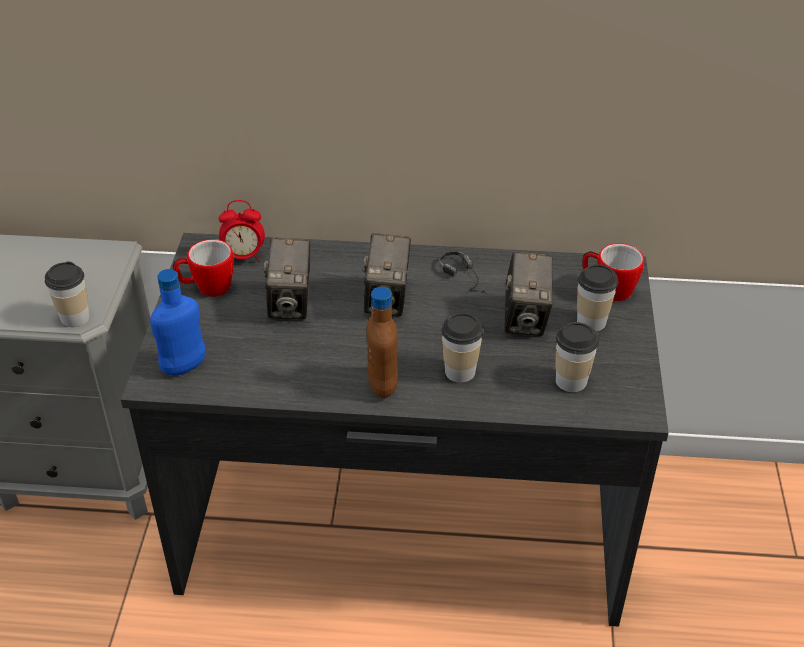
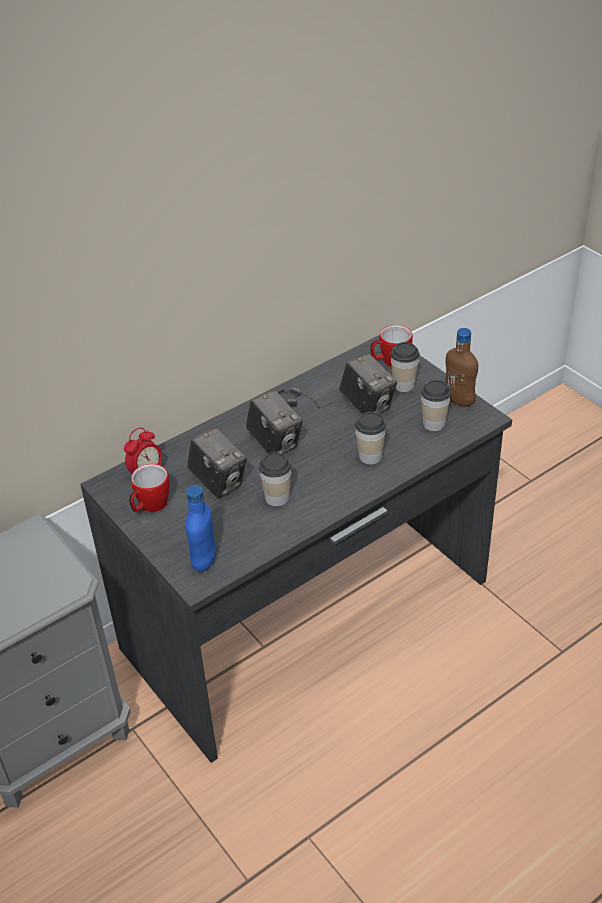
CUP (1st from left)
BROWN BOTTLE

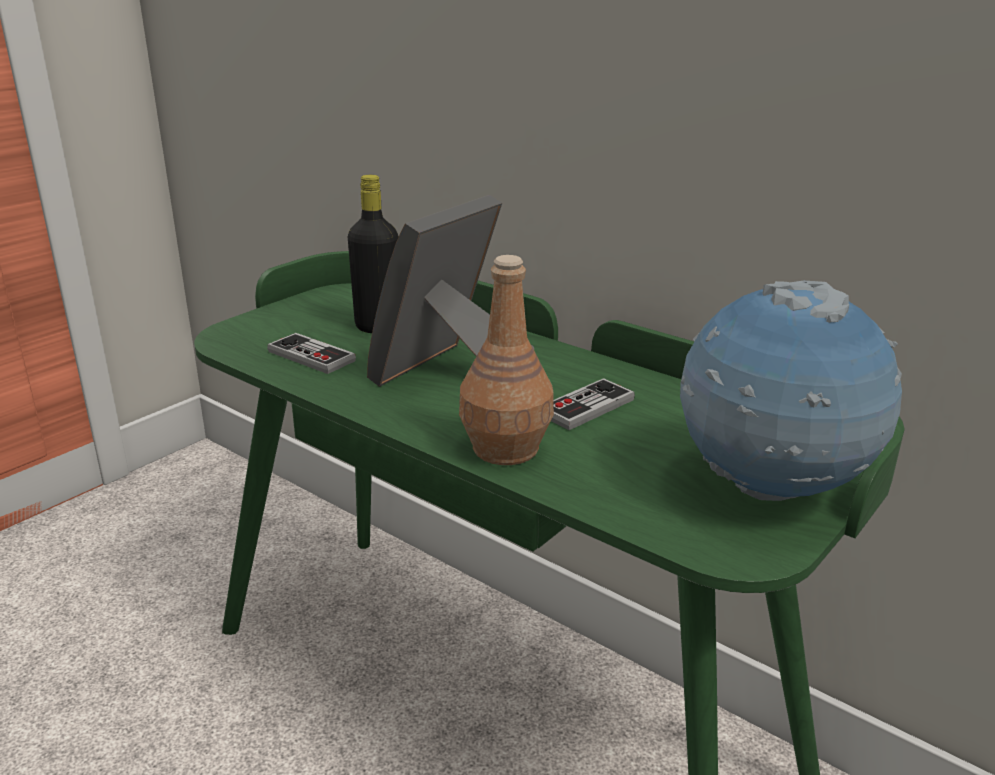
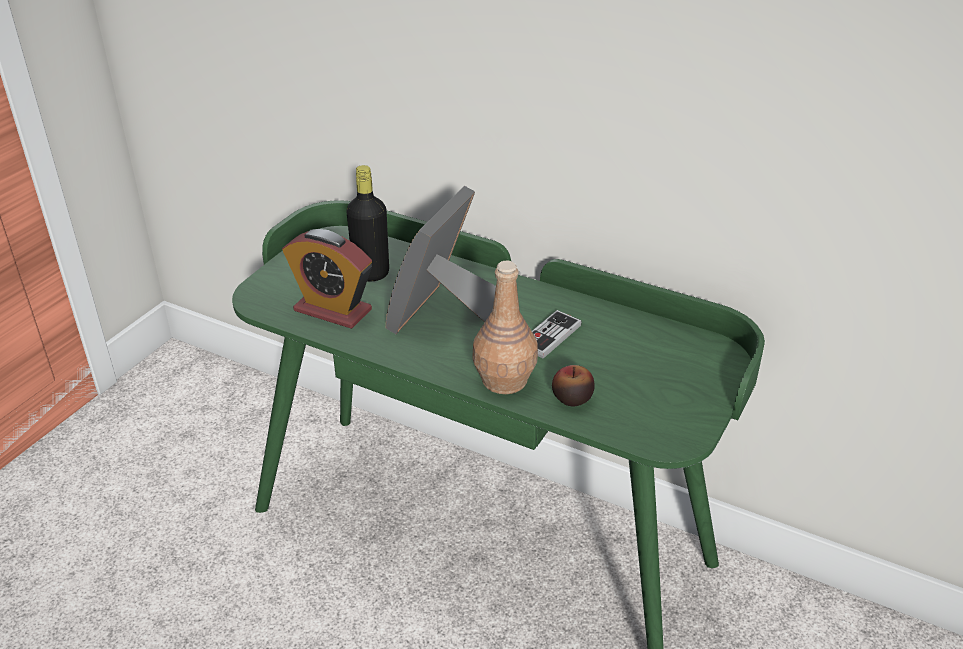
ALARM CLOCK
GLOBE
APPLE

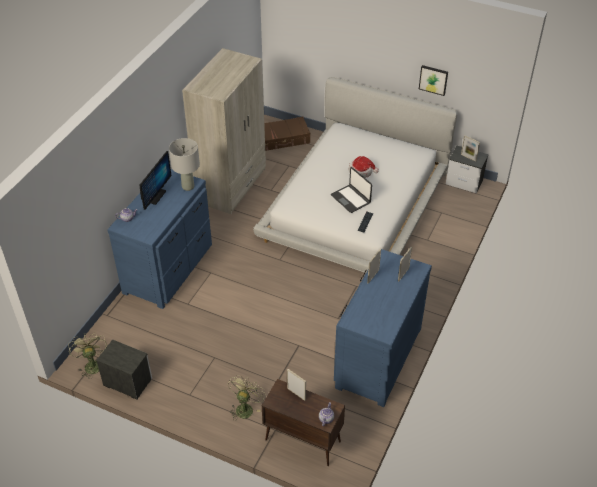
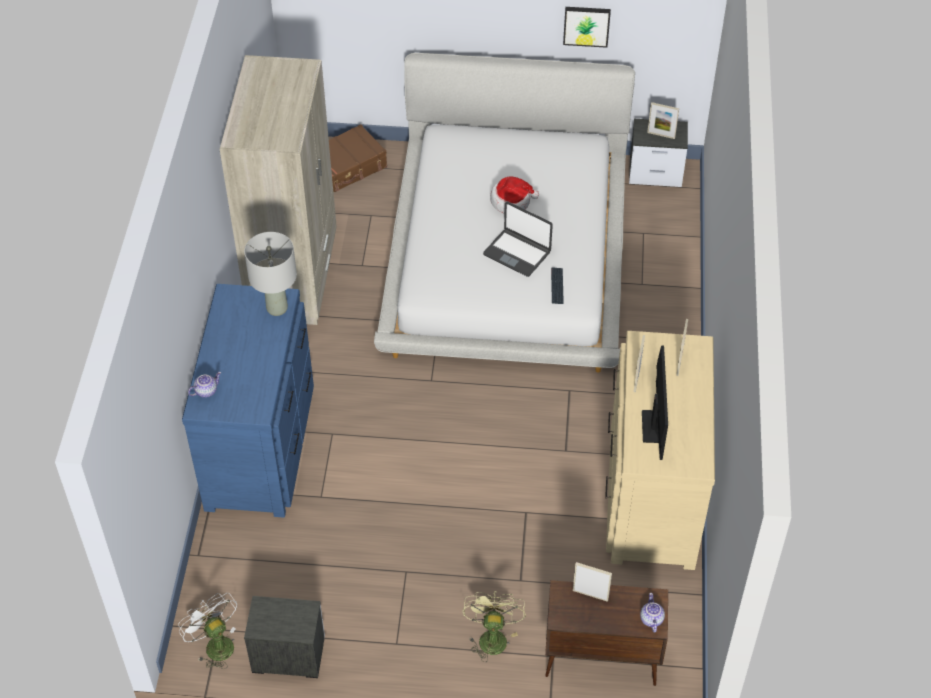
WHITE FAN
MONITOR
BEIGE DRESSER

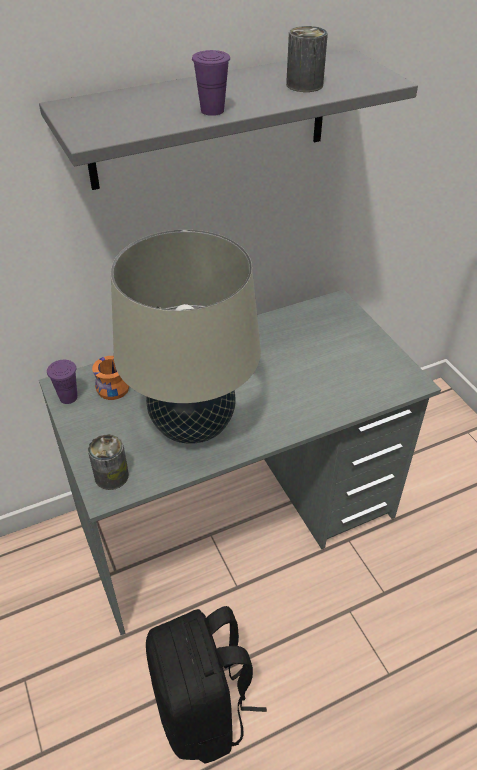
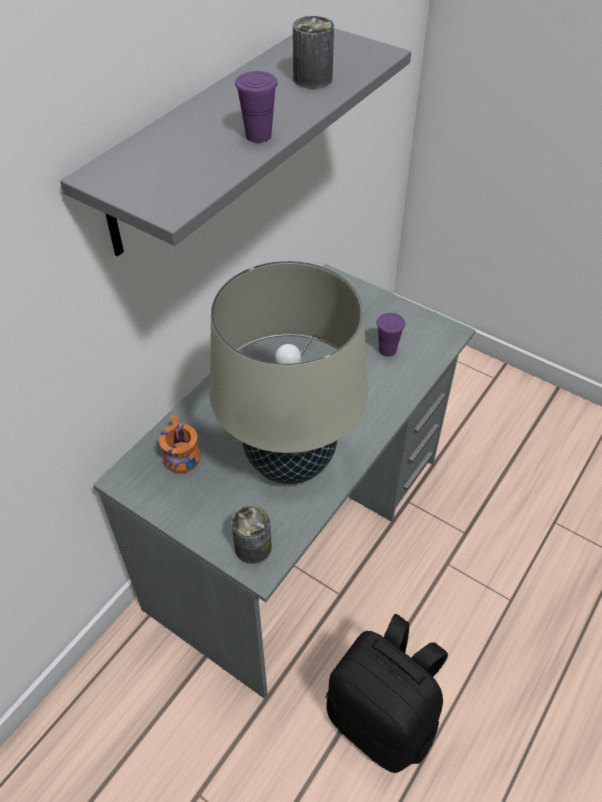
PURPLE CUP (2nd from left)

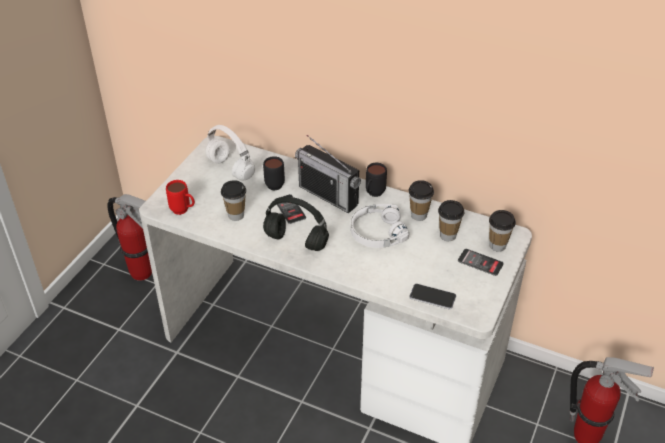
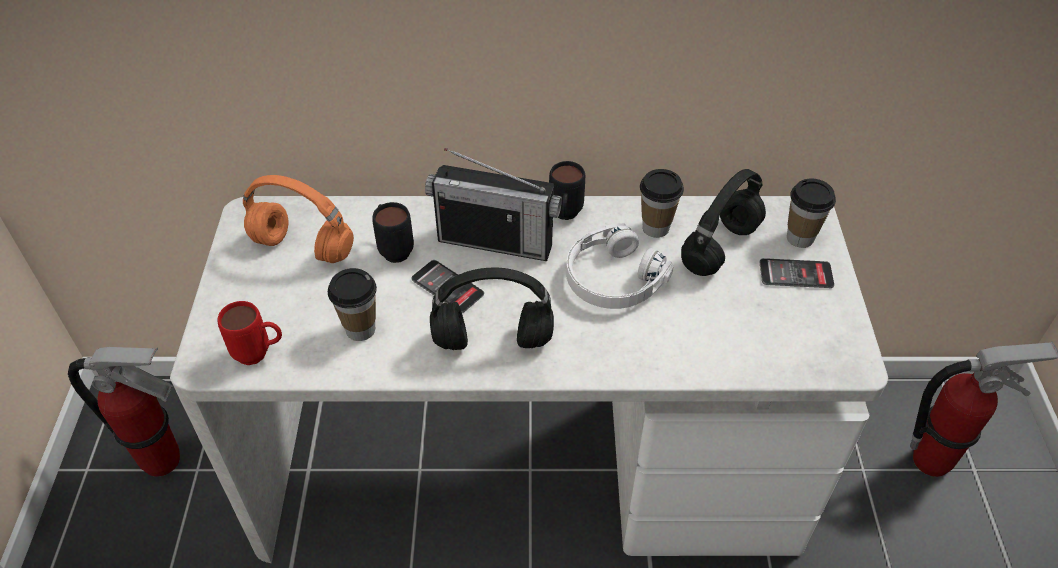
ORANGE HEADPHONES
PHONE (2nd from left in the first image)
BLACK HEADPHONES (2nd from left)

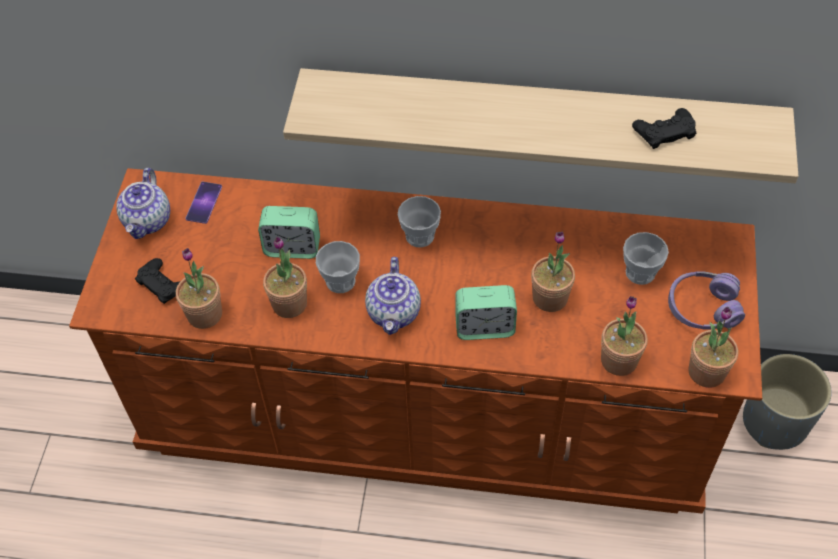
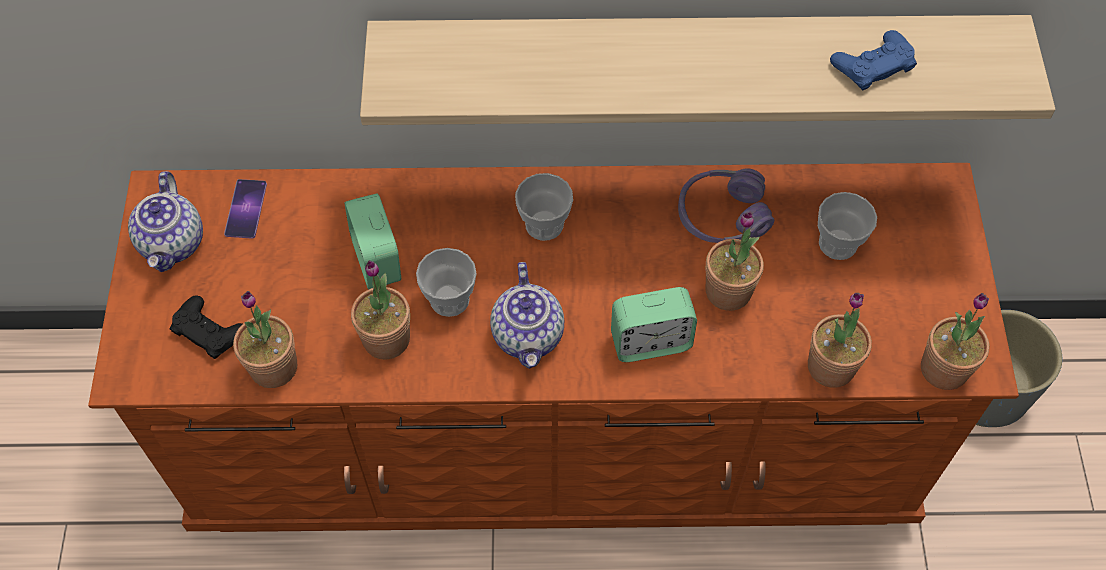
ALARM CLOCK (1st from left)
BLUE GAME CONTROLLER
PURPLE HEADPHONES

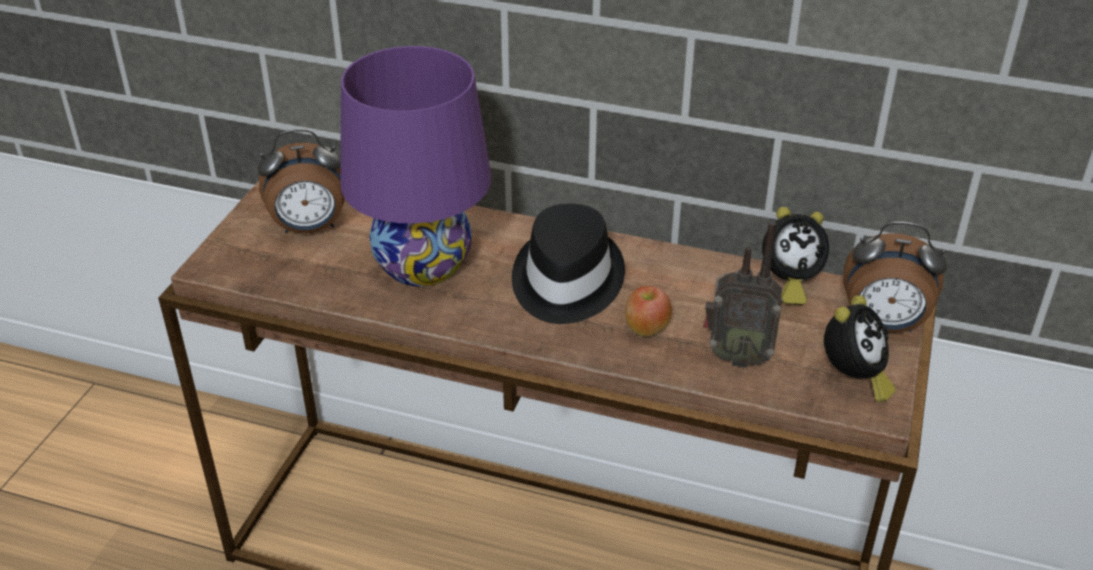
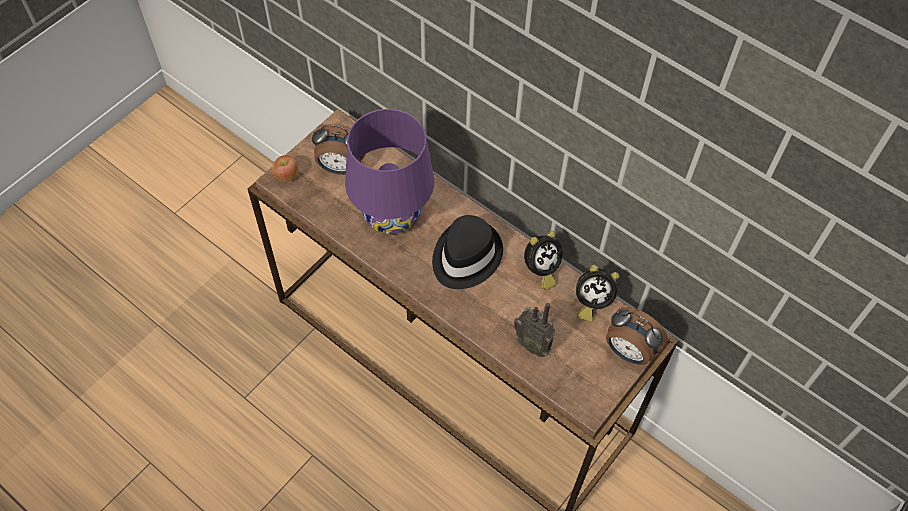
APPLE
ALARM CLOCK (2nd from left)

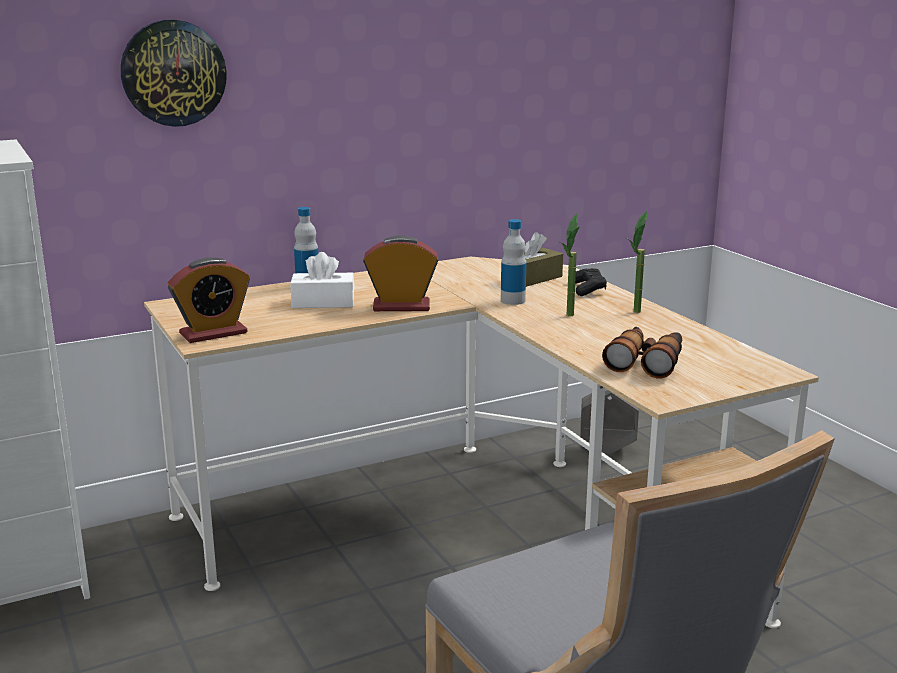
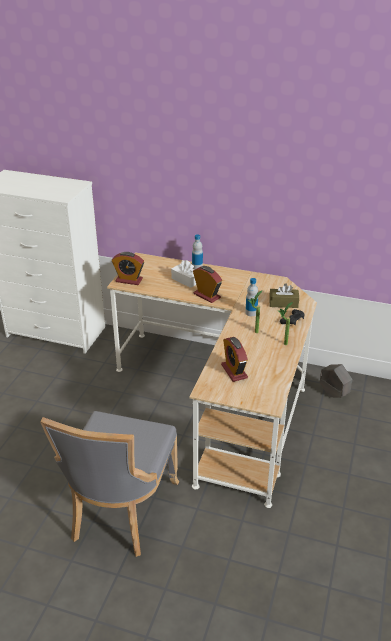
WALL CLOCK
ALARM CLOCK (3rd from left)

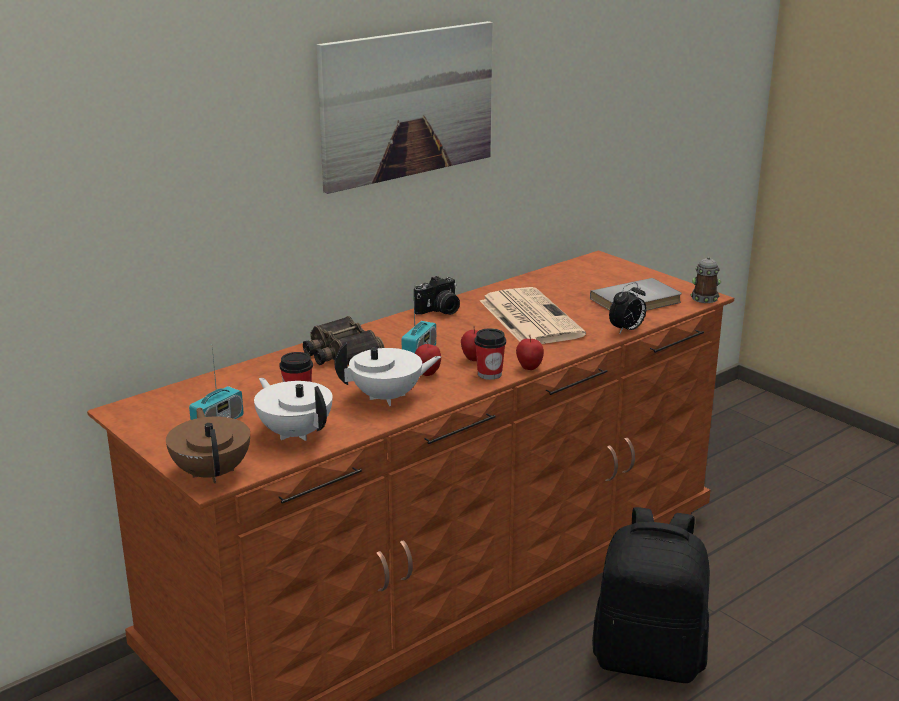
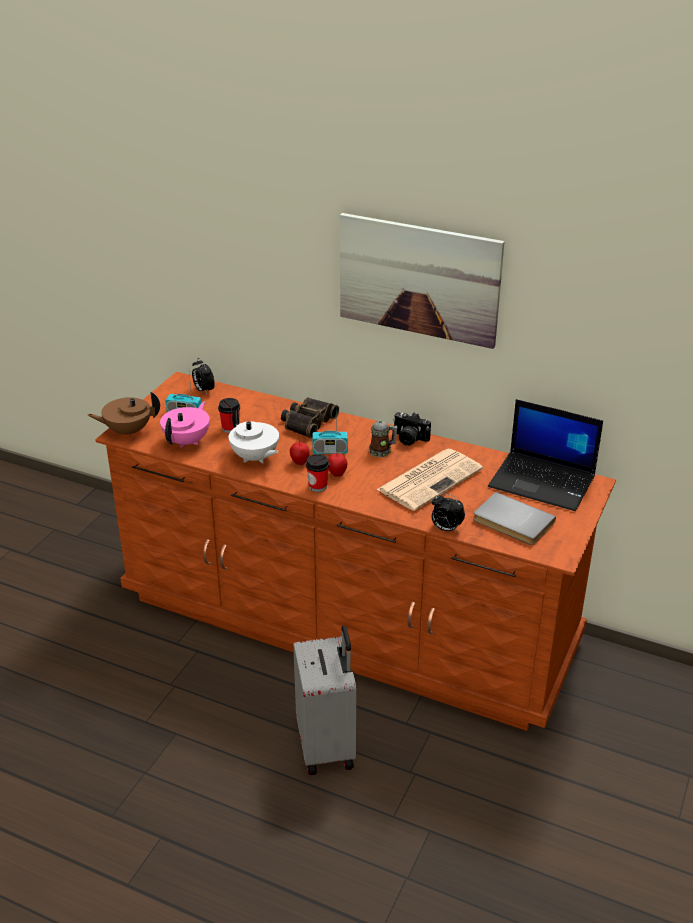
BROWN TEAPOT
PINK TEAPOT
APPLE (3rd from left in the first image)
GREY SUITCASE
MUG
ALARM CLOCK (1st from left)
LAPTOP

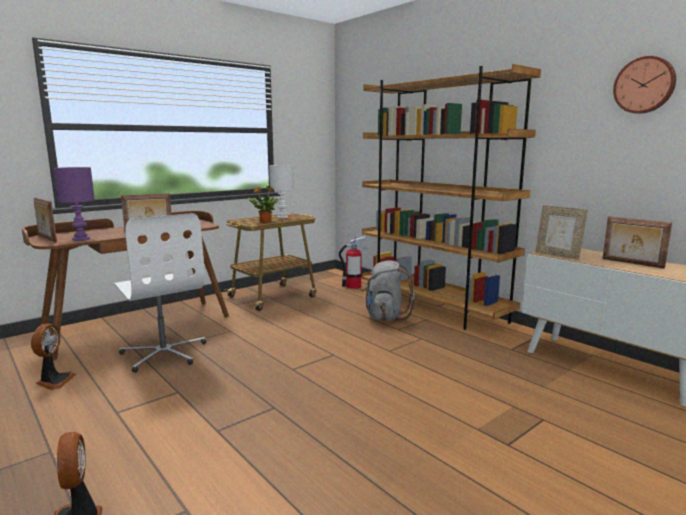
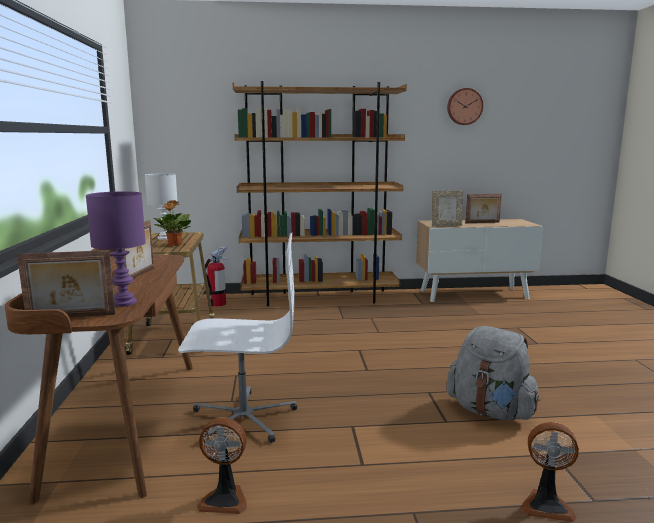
FAN (1st from left)
GREY BACKPACK

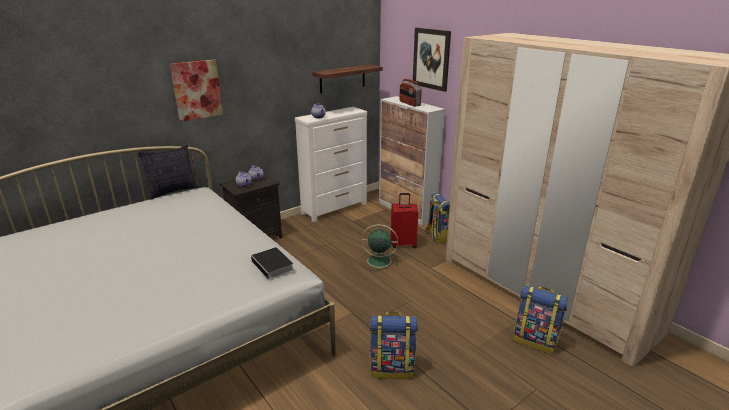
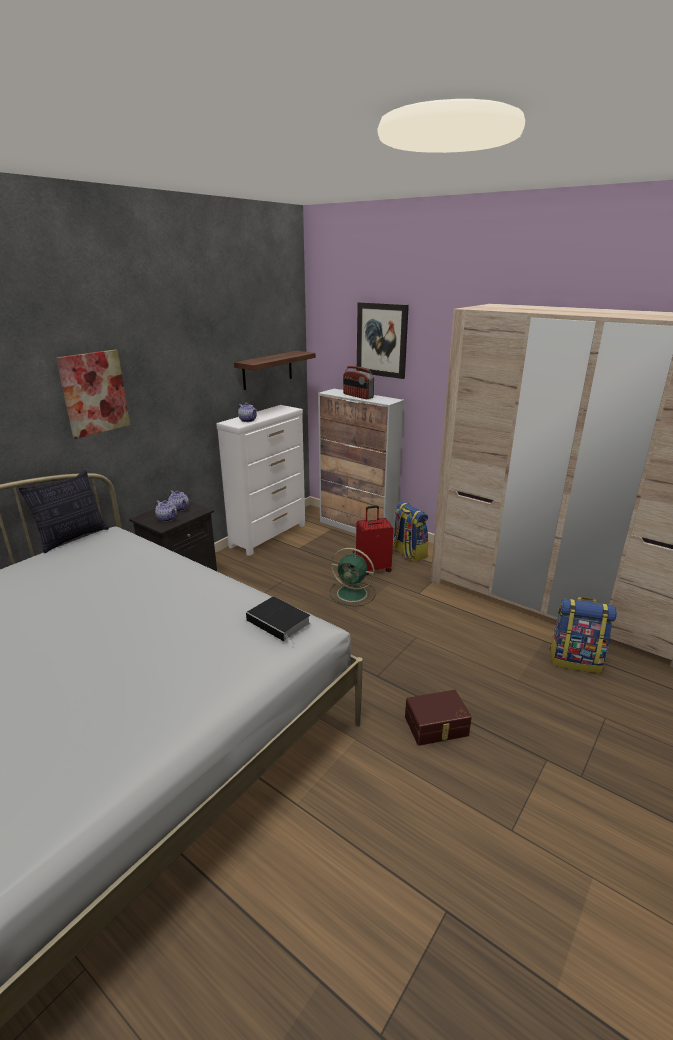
GREEN FAN
BROWN STORAGE BOX

